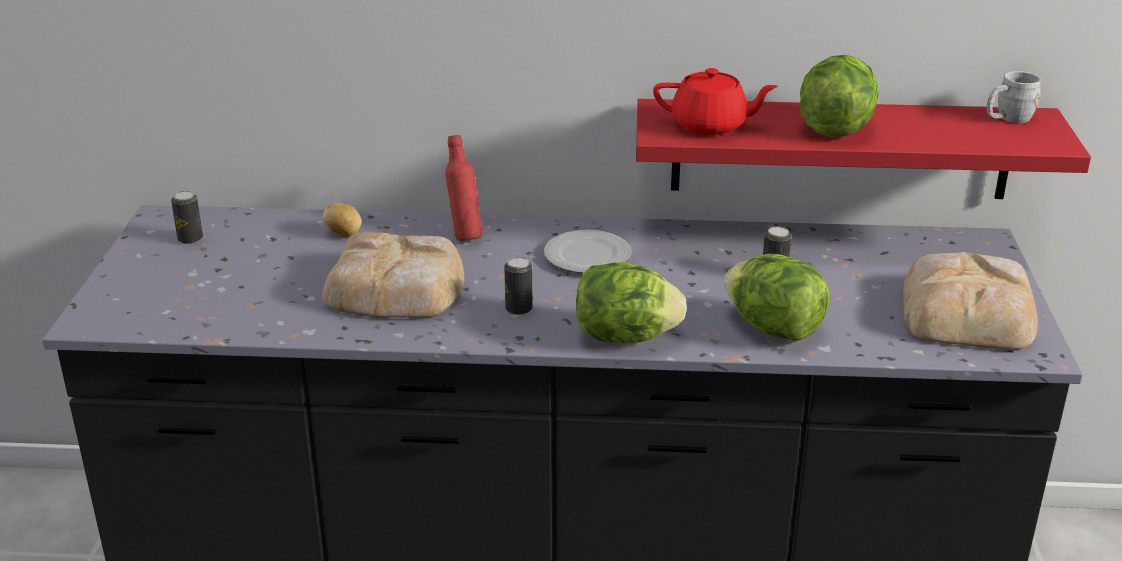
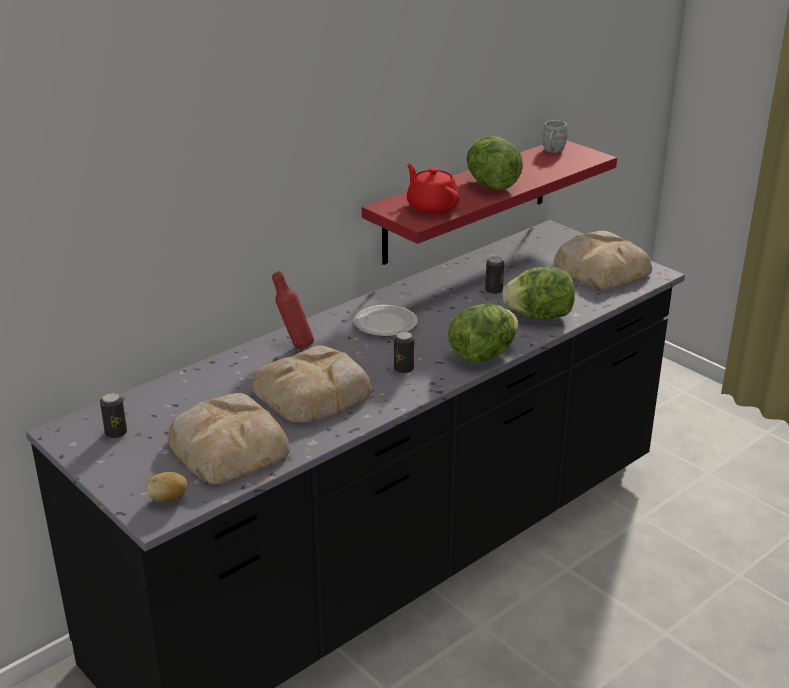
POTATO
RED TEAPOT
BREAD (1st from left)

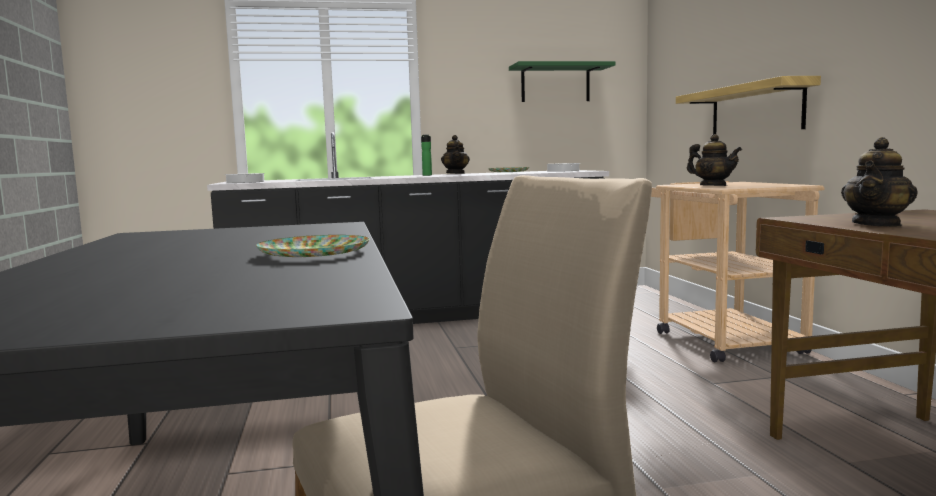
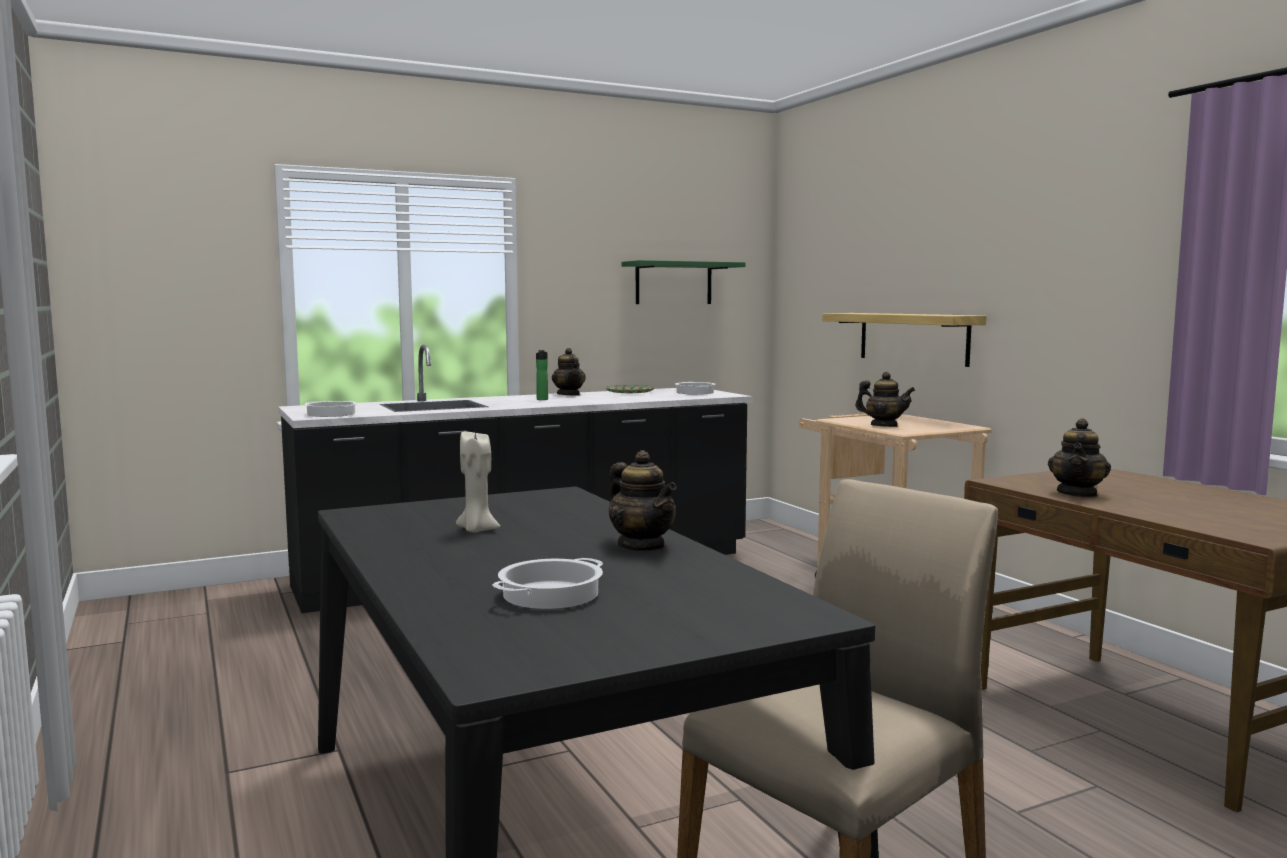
TEAPOT (2nd from left)
BEIGE CANDLE
COOKING POT (2nd from left)

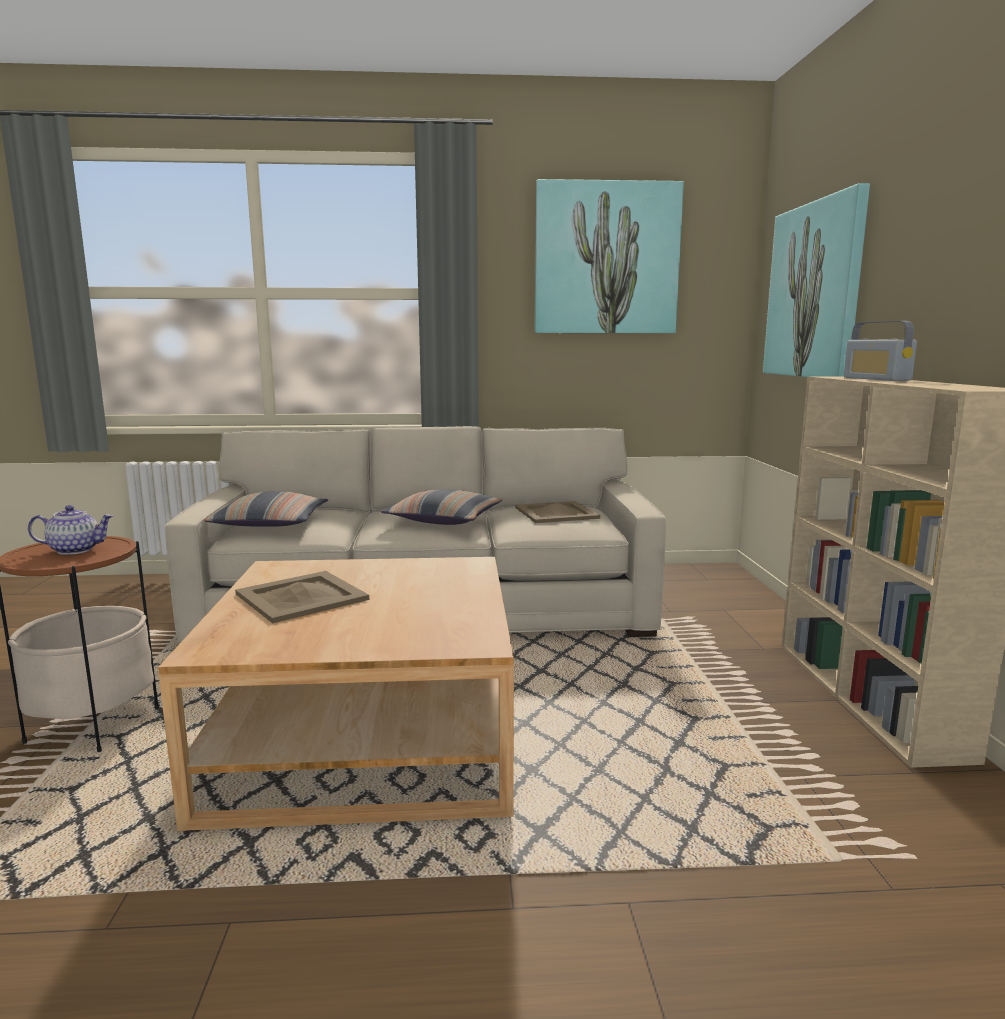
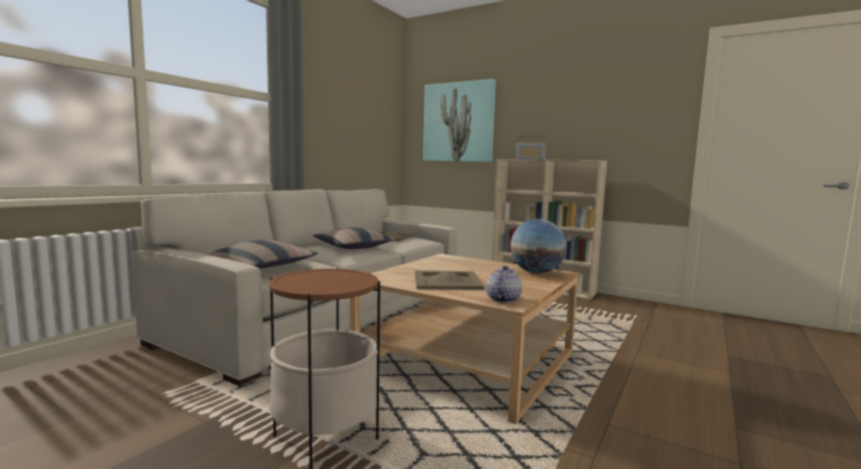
TEAPOT
PICTURE (1st from left in the first image)
GLOBE

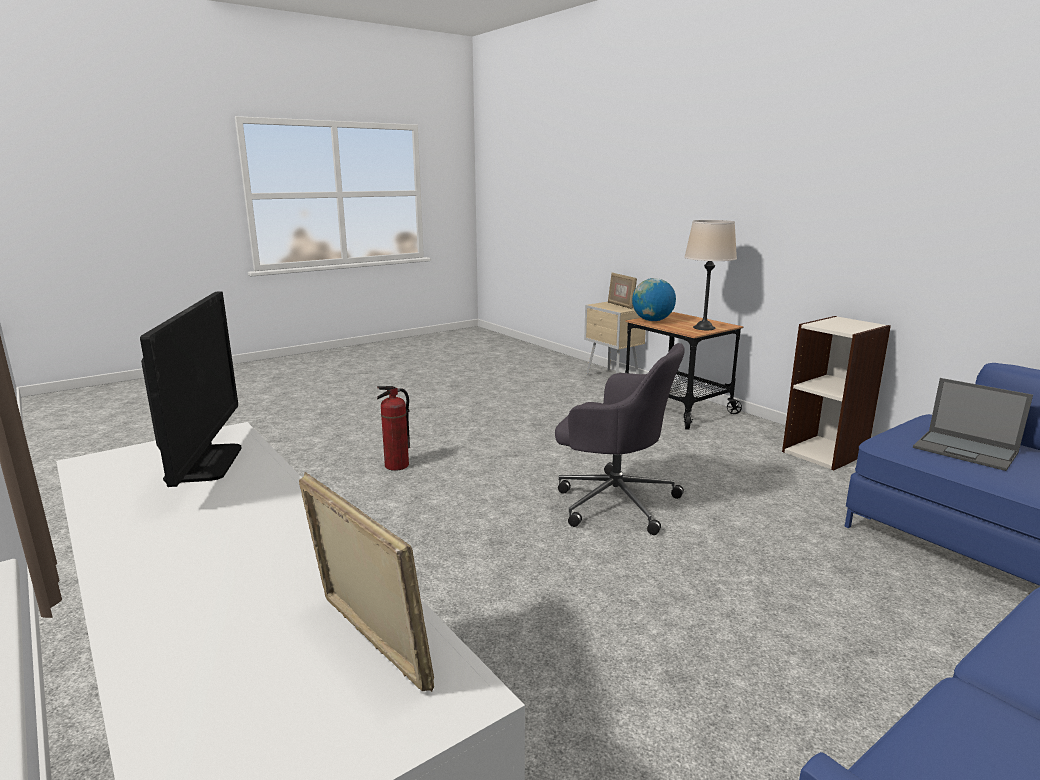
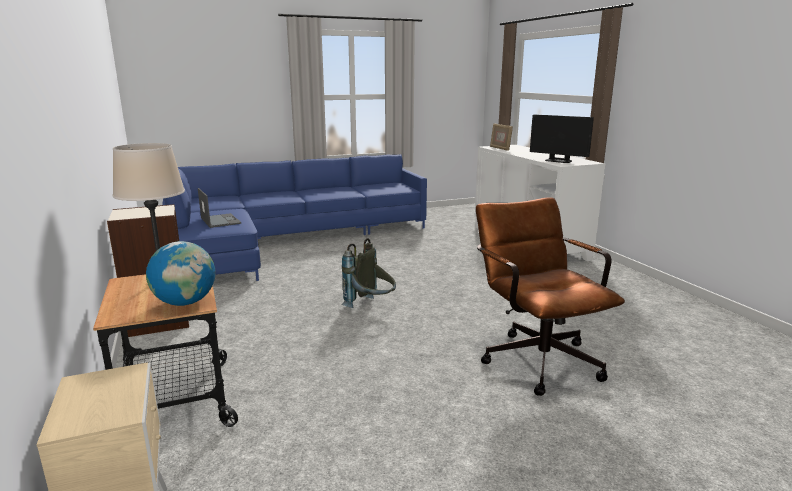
MONITOR
BROWN OFFICE CHAIR
GREY BACKPACK
PICTURE FRAME (2nd from left in the first image)

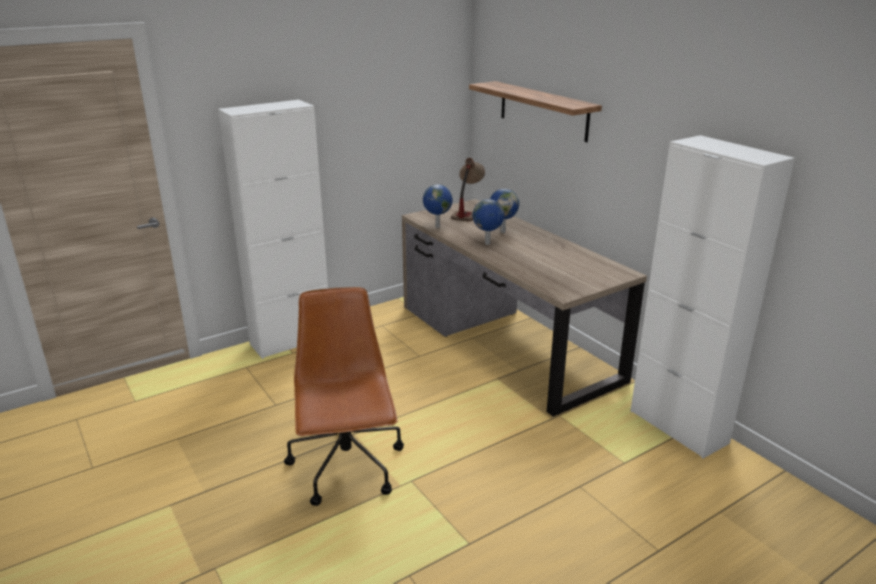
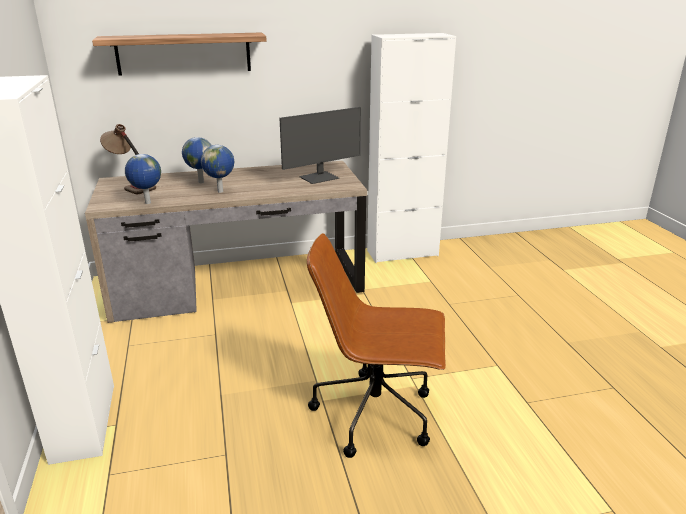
MONITOR

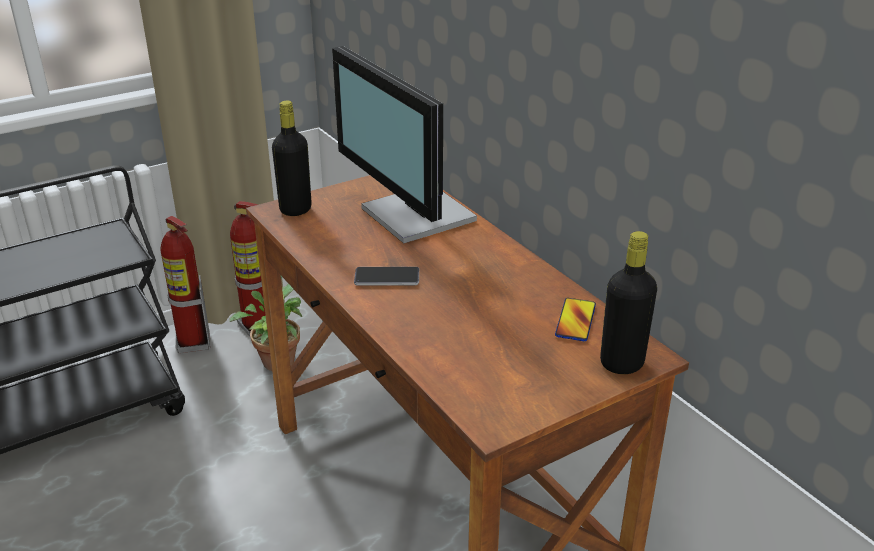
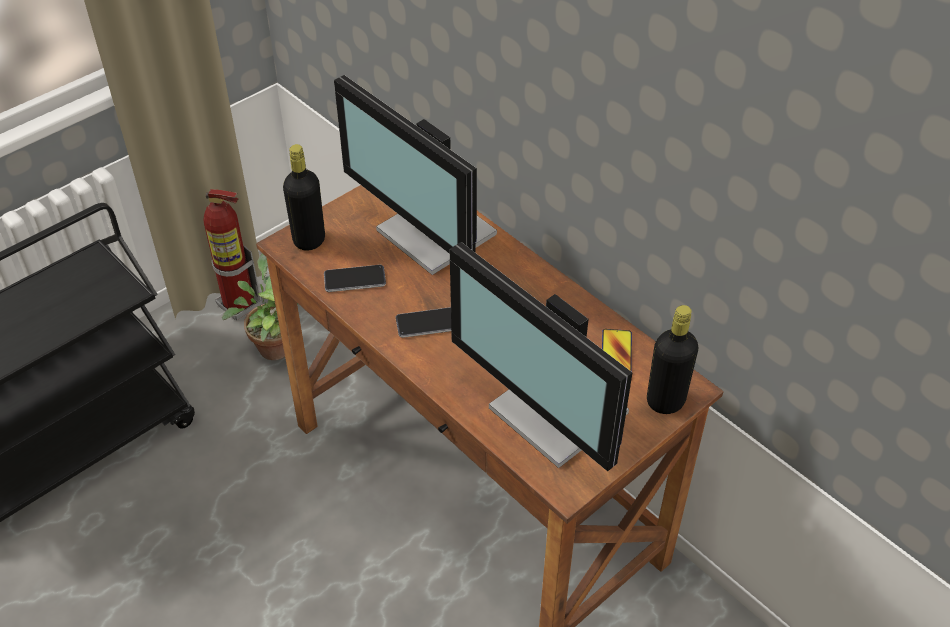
FIRE EXTINGUISHER (1st from left in the first image)
PHONE (1st from left)
MONITOR (2nd from left)

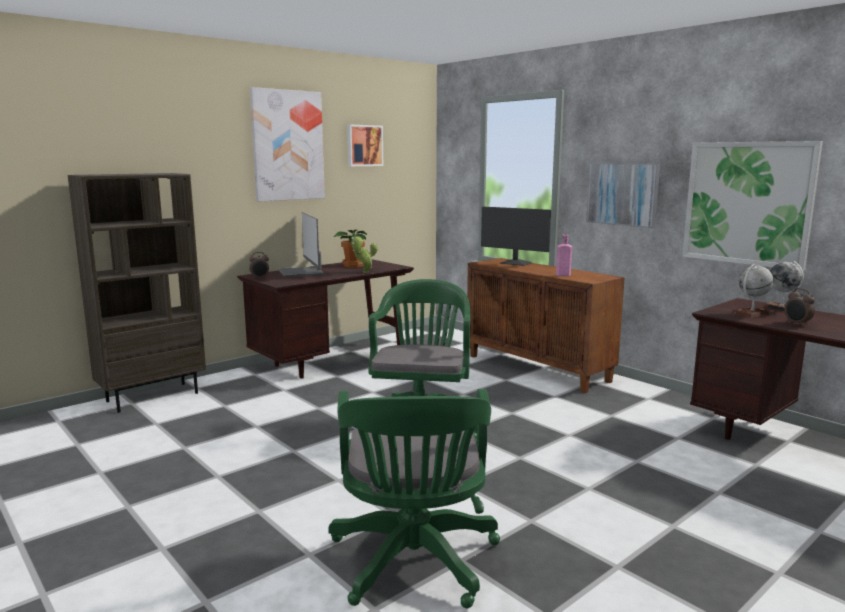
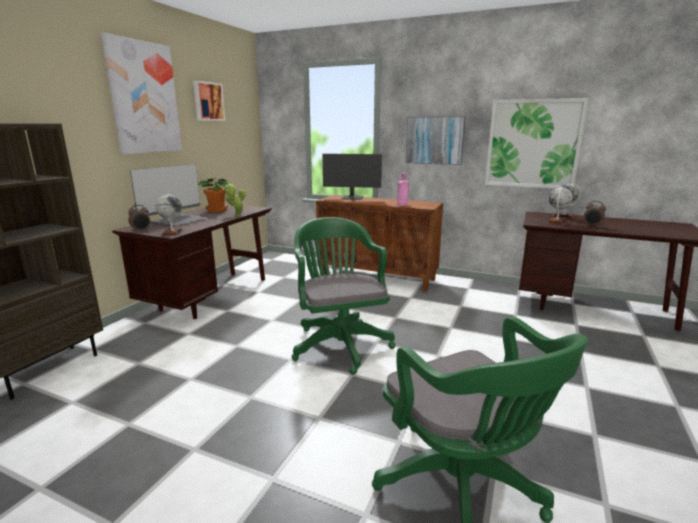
MONITOR (1st from left)
GLOBE (1st from left)

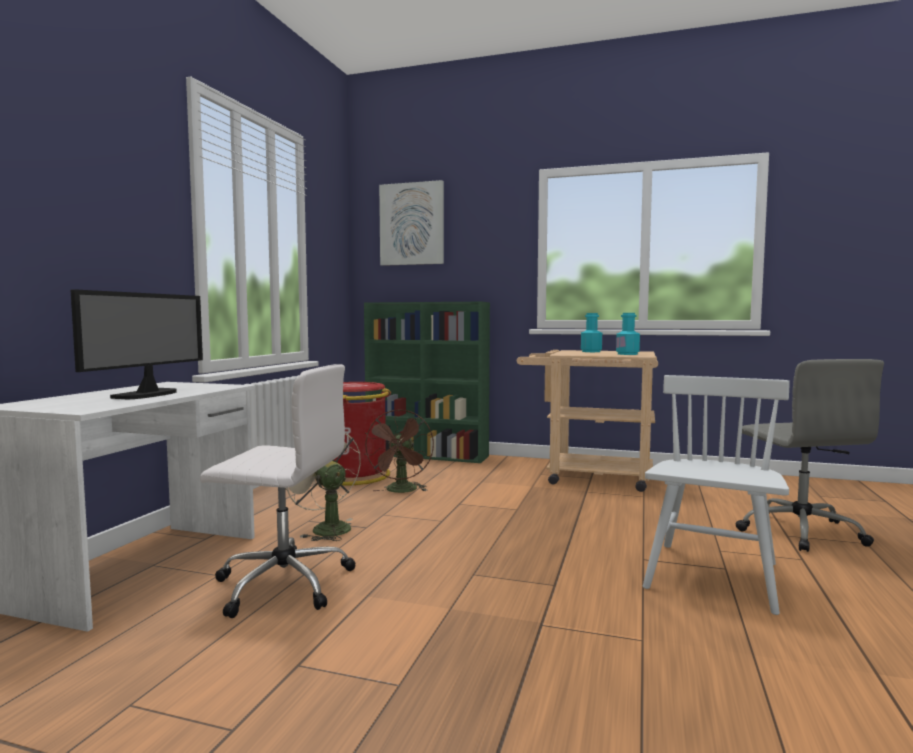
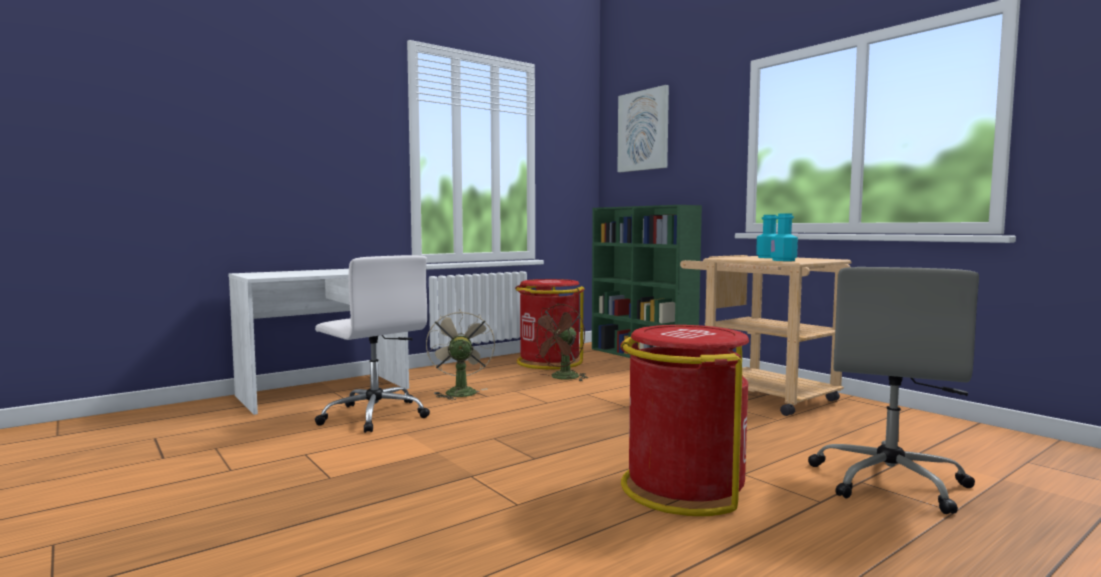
MONITOR
RED TRASH CAN (2nd from left)

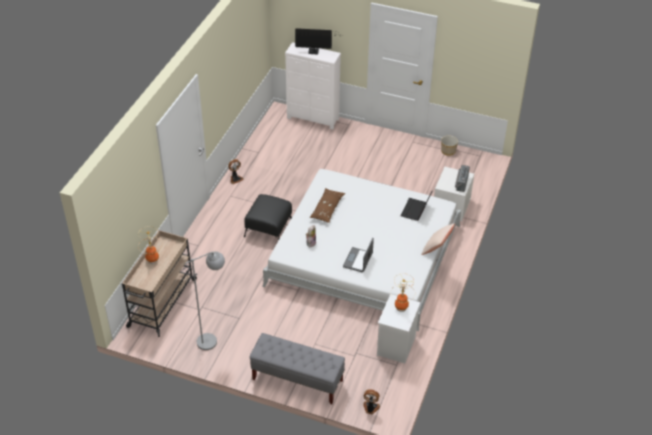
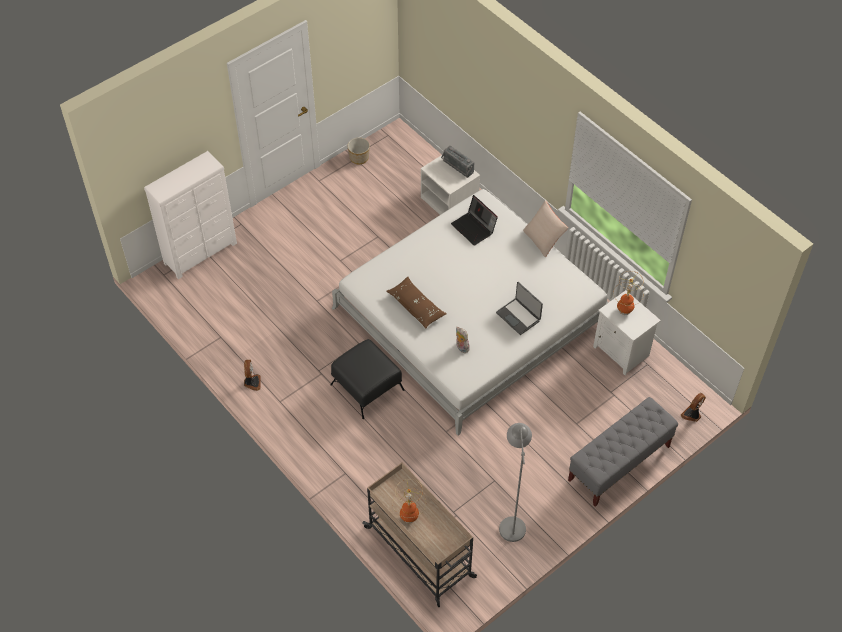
MONITOR

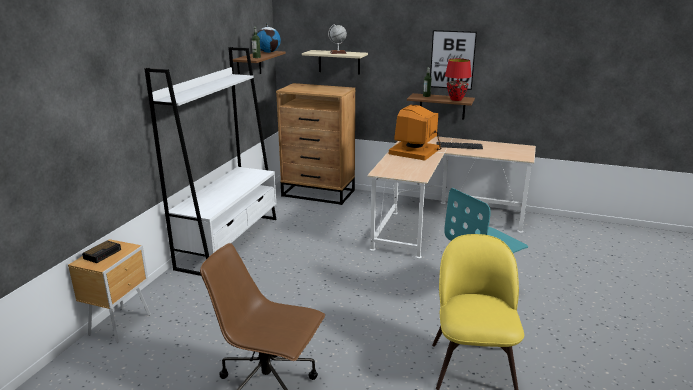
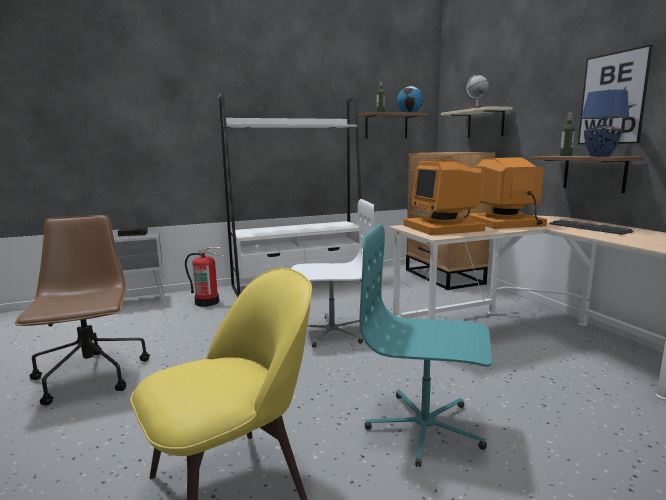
GREY NIGHTSTAND
BLUE TABLE LAMP
FIRE EXTINGUISHER
WHITE OFFICE CHAIR
MONITOR (1st from left)

